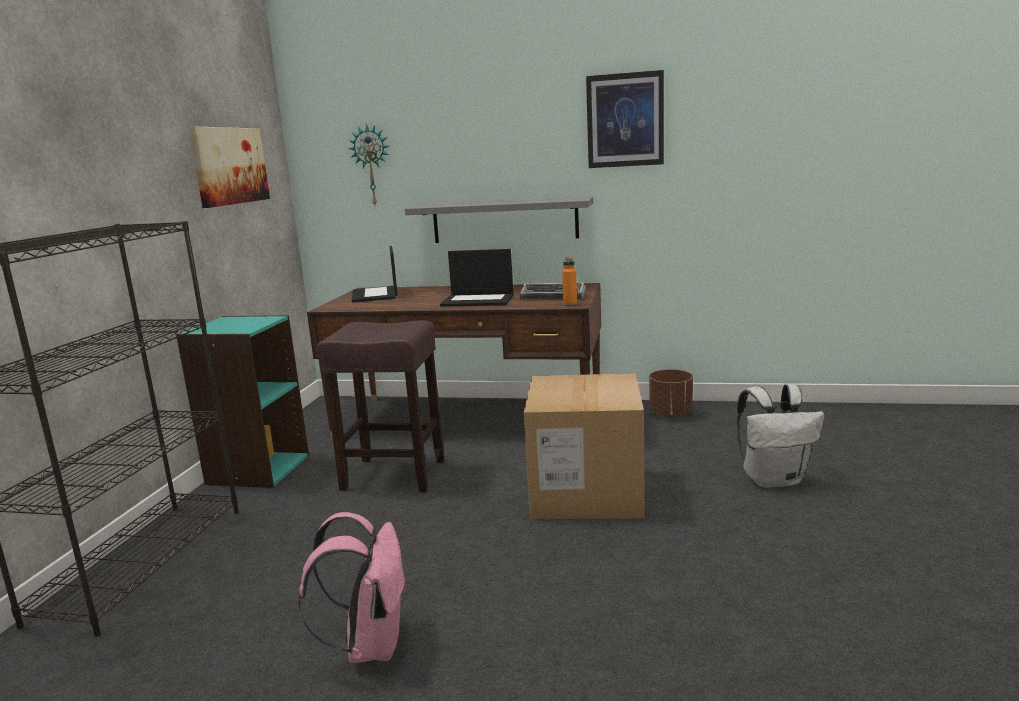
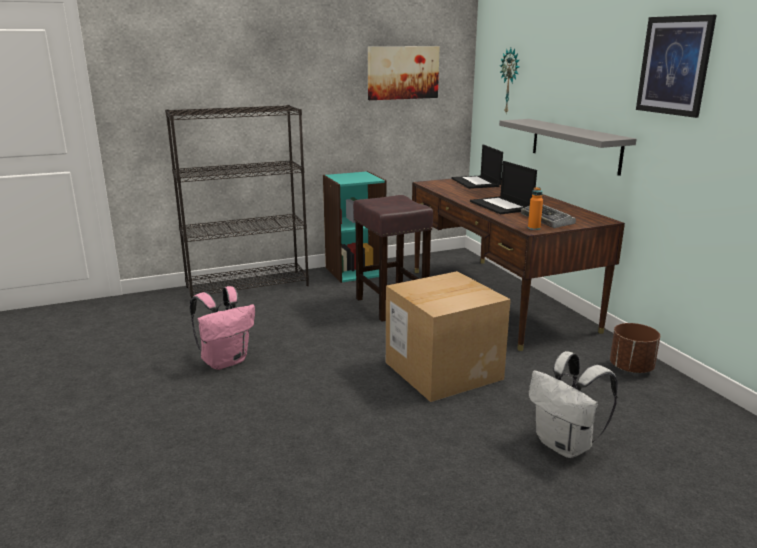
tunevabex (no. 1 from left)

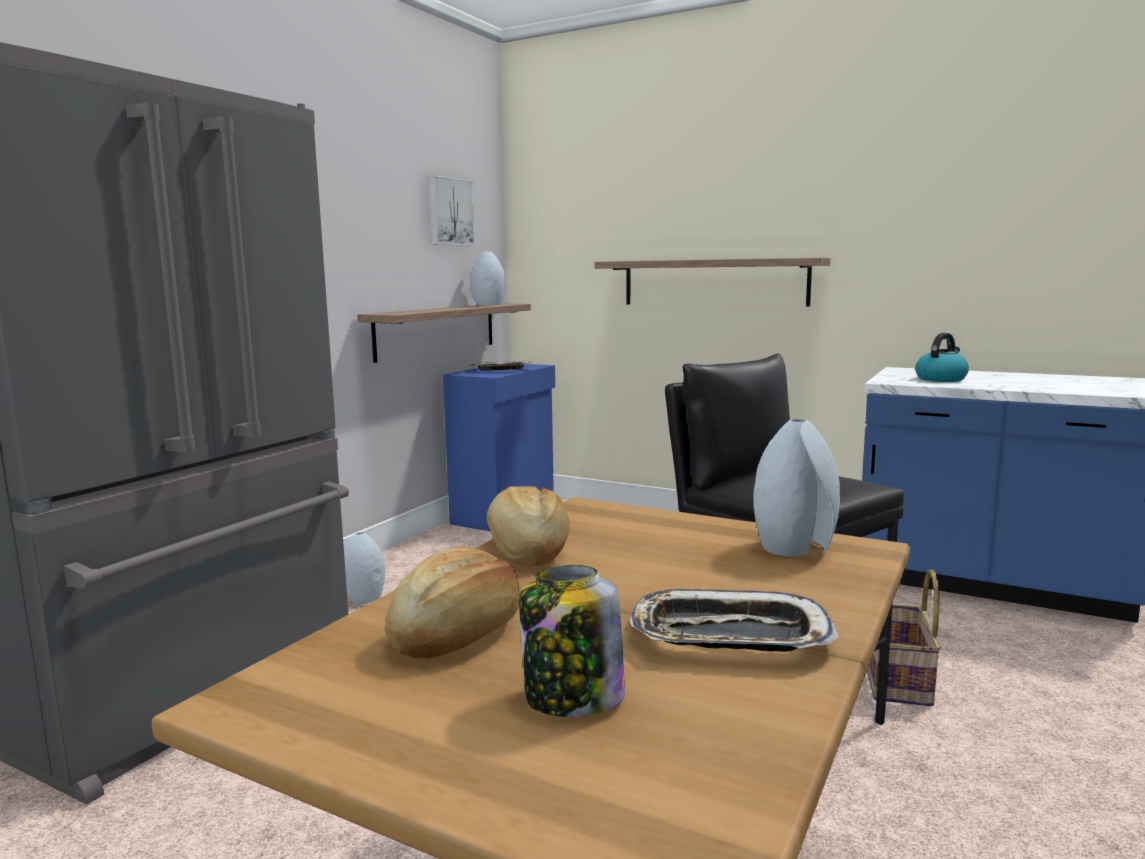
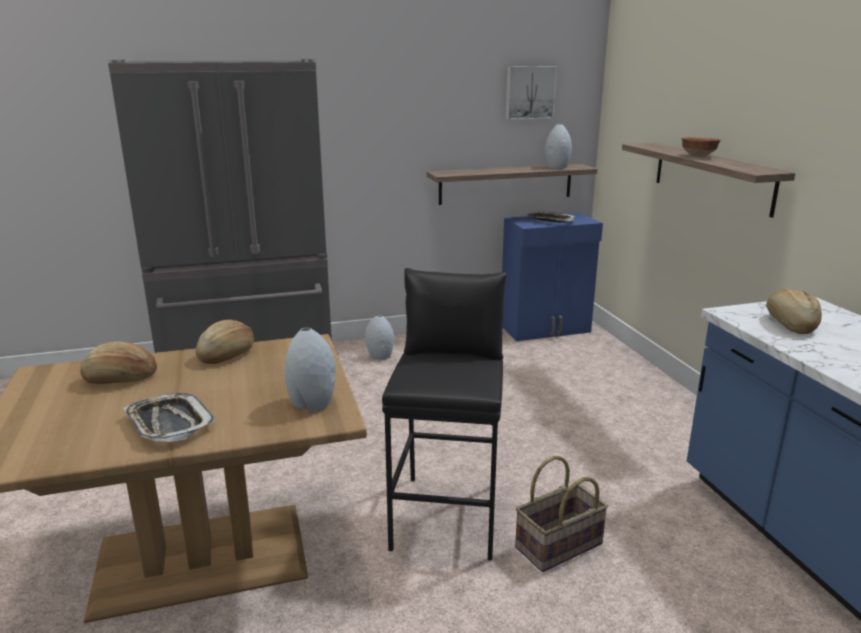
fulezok
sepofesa
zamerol (no. 3 from left)

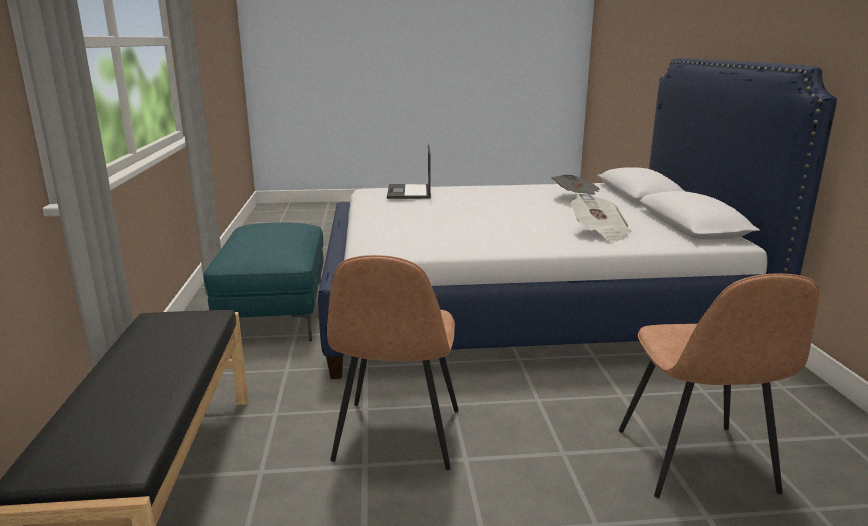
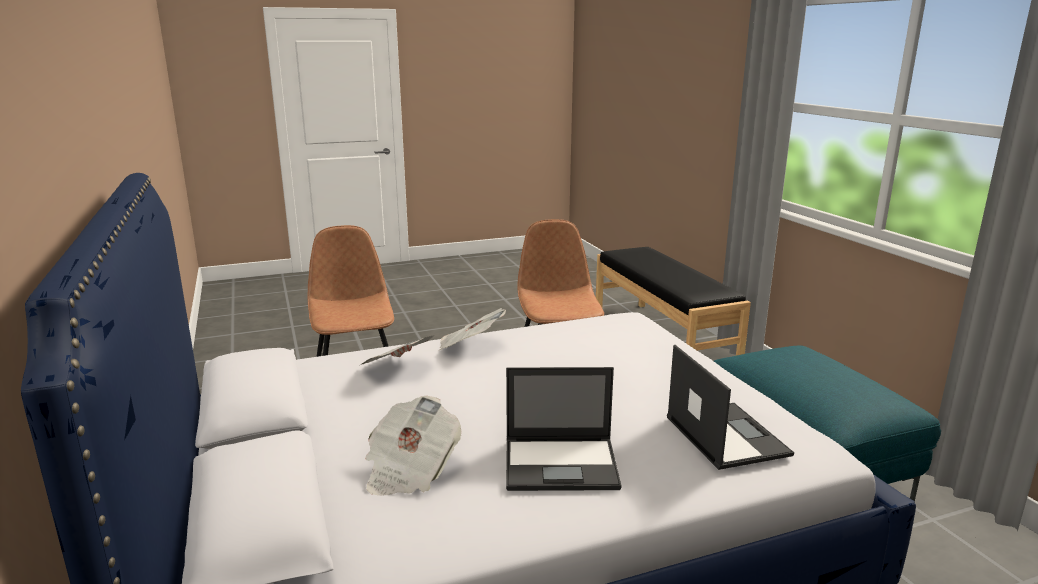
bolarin (no. 3 from left)
tunevabex (no. 1 from left)

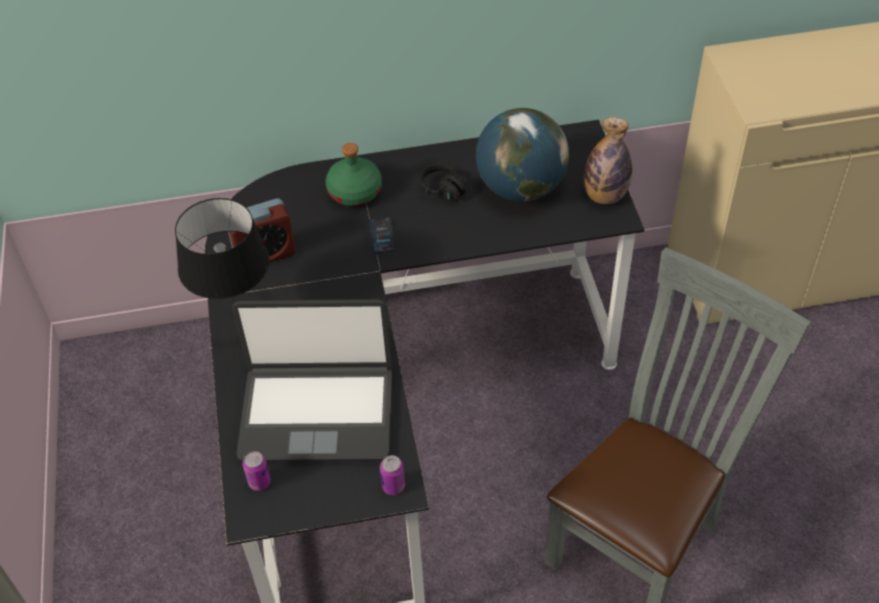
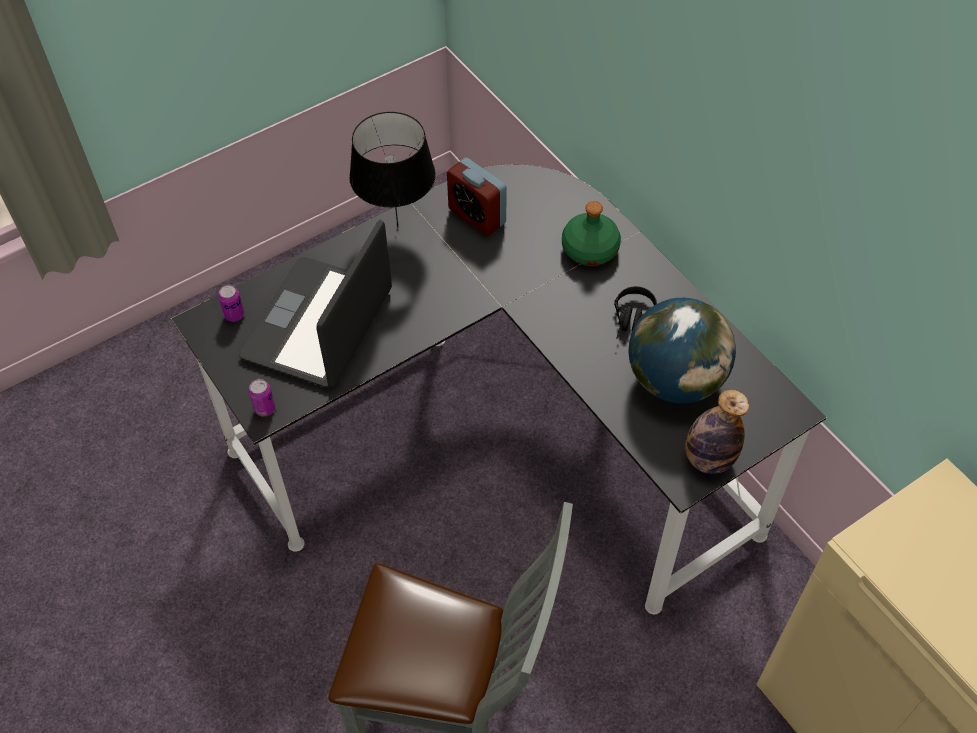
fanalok
tunevabex

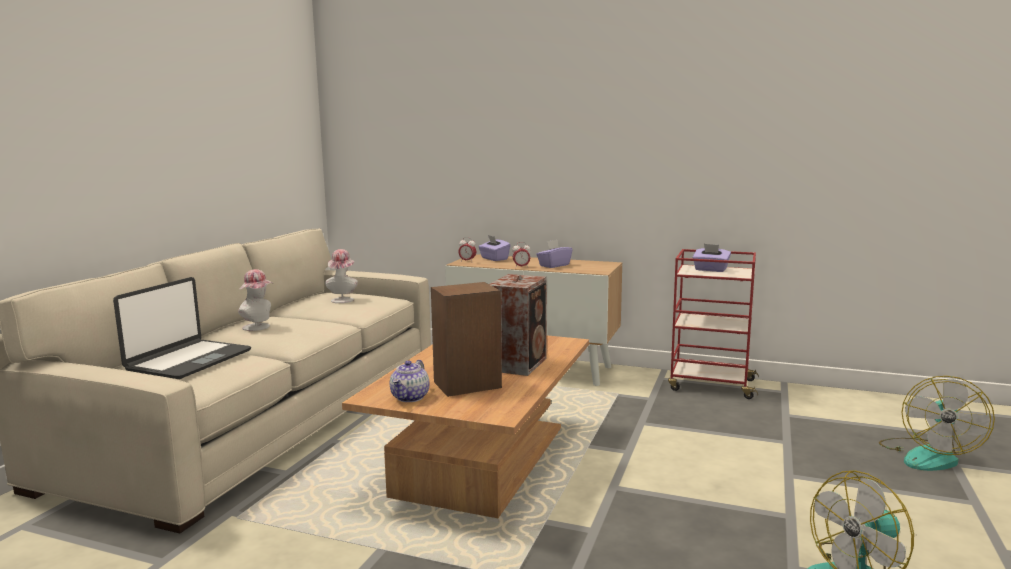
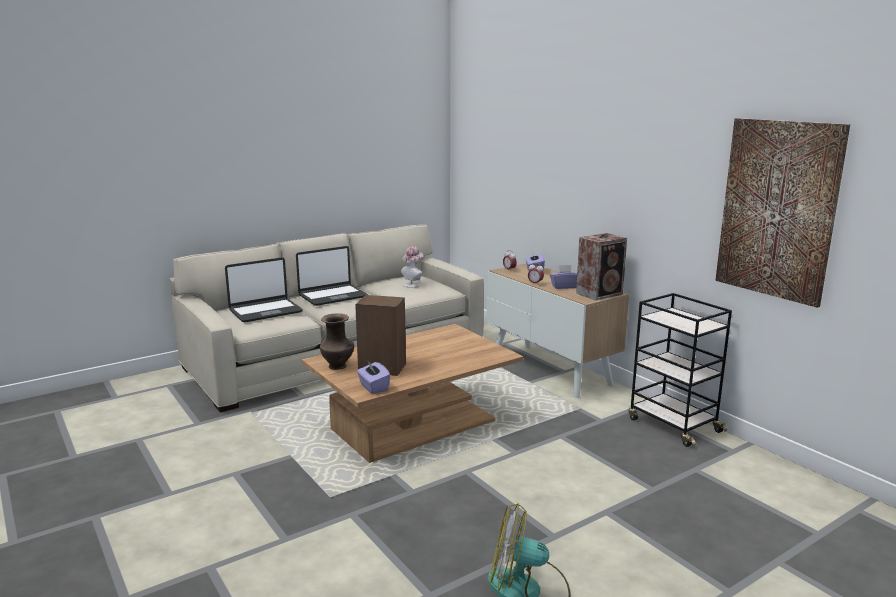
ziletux (no. 2 from left in the first image)
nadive
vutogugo (no. 2 from left)
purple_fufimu (no. 1 from left)
tunevabex (no. 2 from left)
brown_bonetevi
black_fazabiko

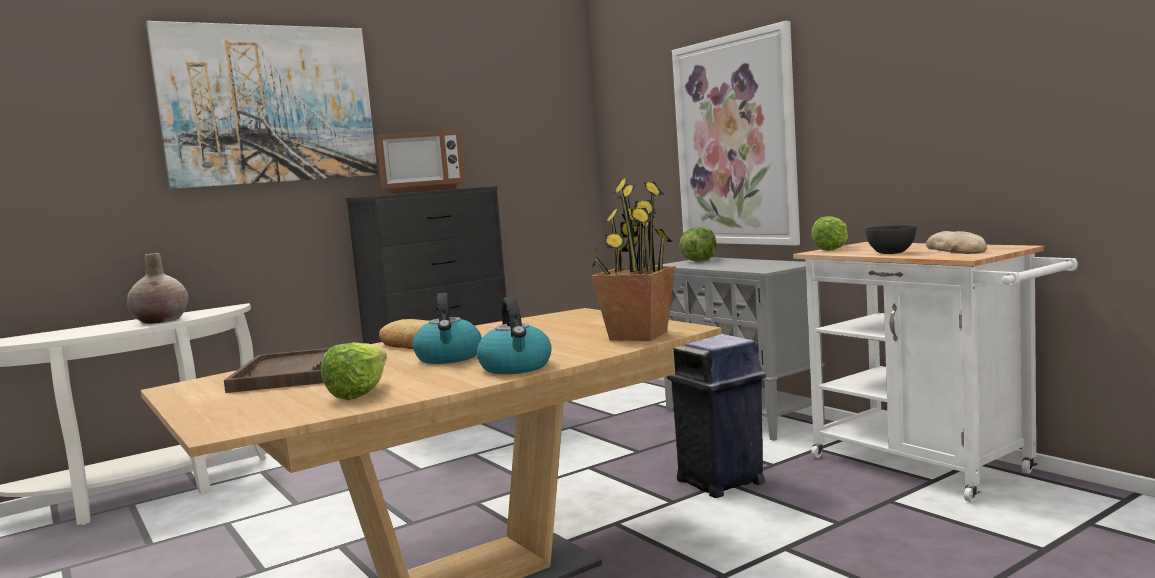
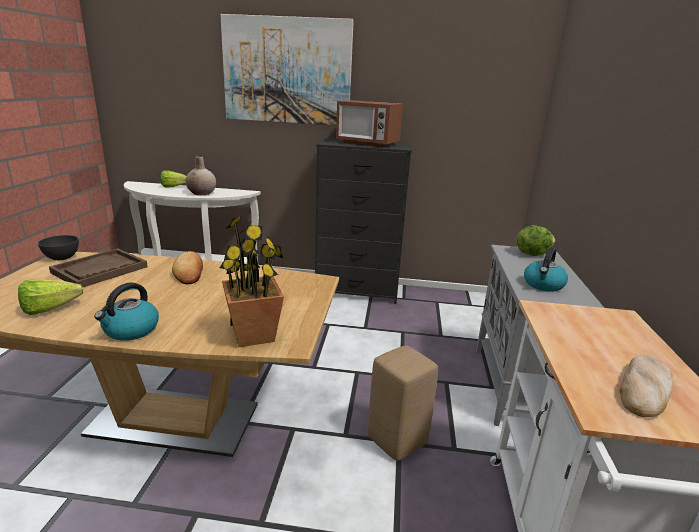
nadive (no. 2 from left in the first image)
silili (no. 2 from left)
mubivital (no. 2 from left)
grey_sepofesa
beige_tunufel

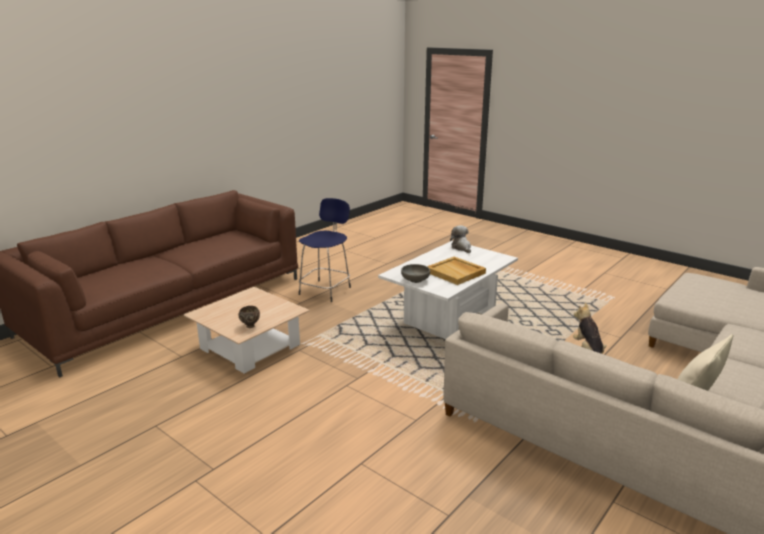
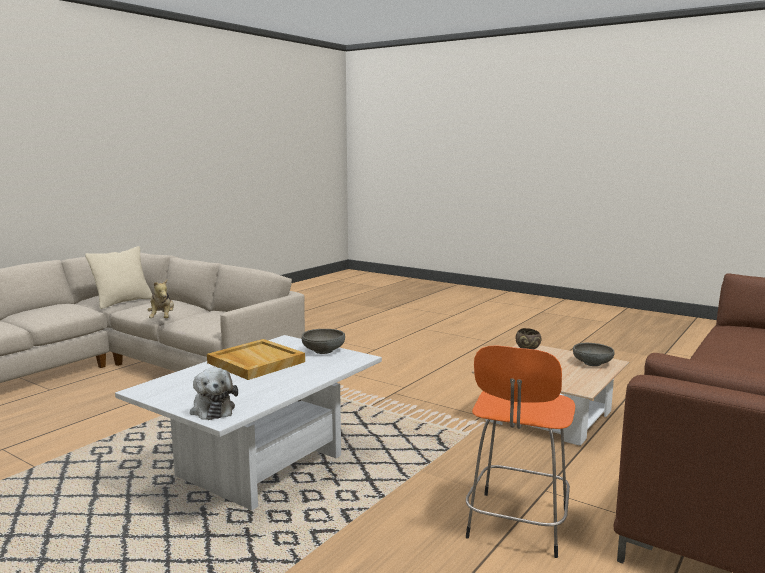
grey_sepofesa (no. 2 from left)
orange_tunufel

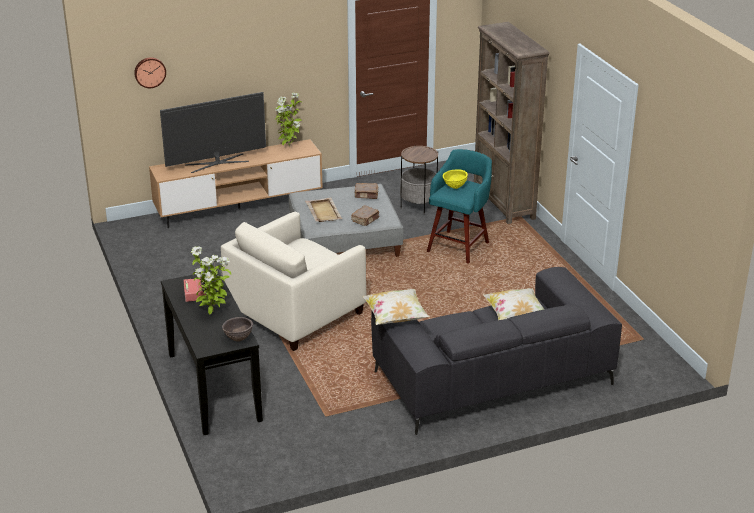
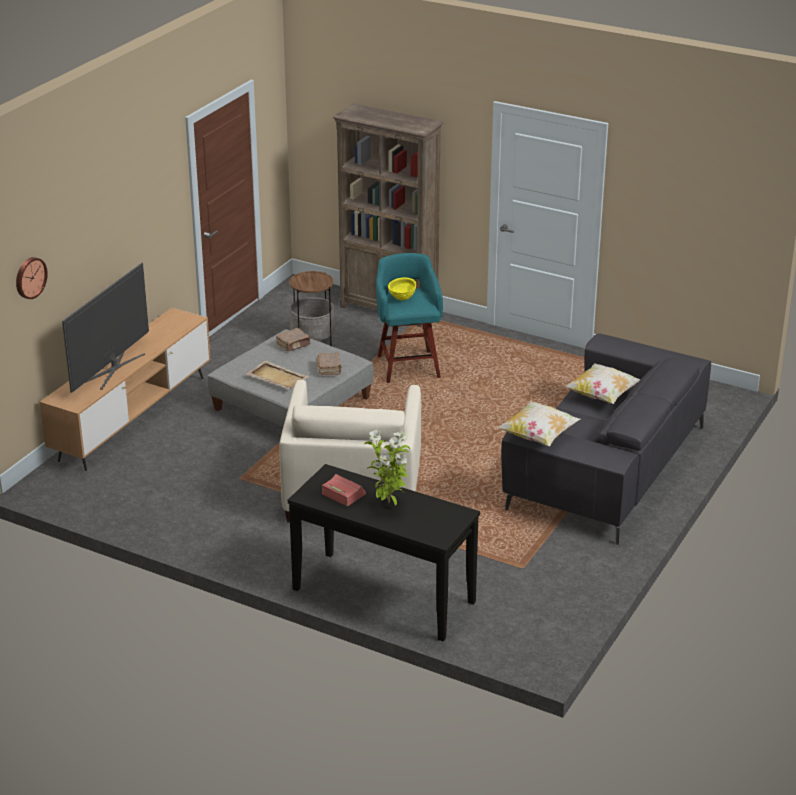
brown_sepofesa
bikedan (no. 2 from left in the first image)

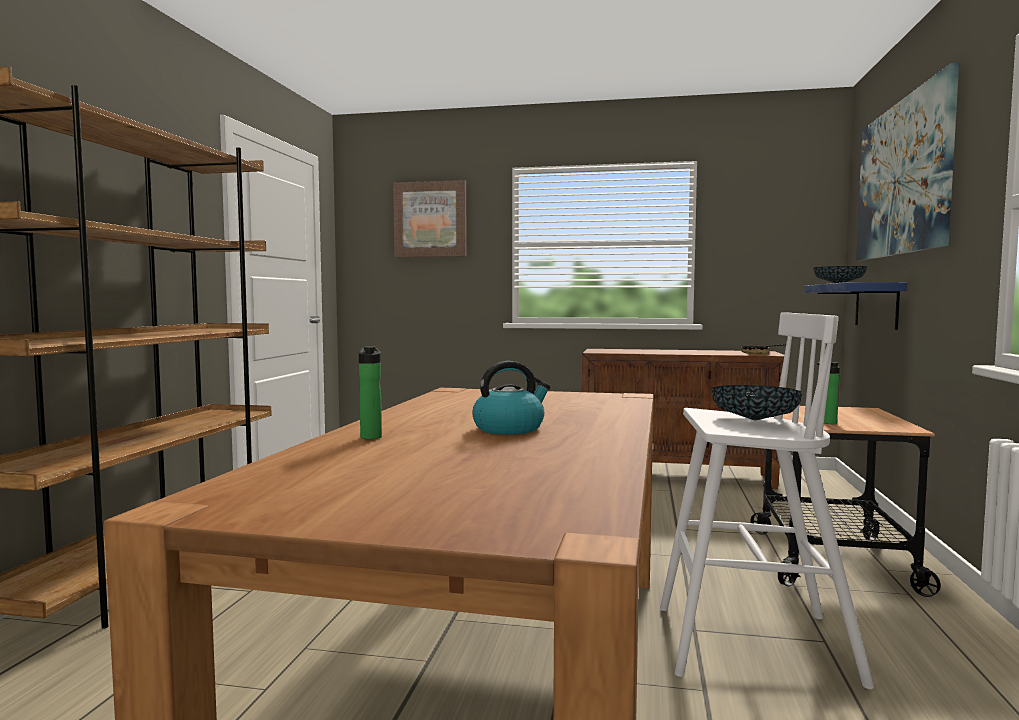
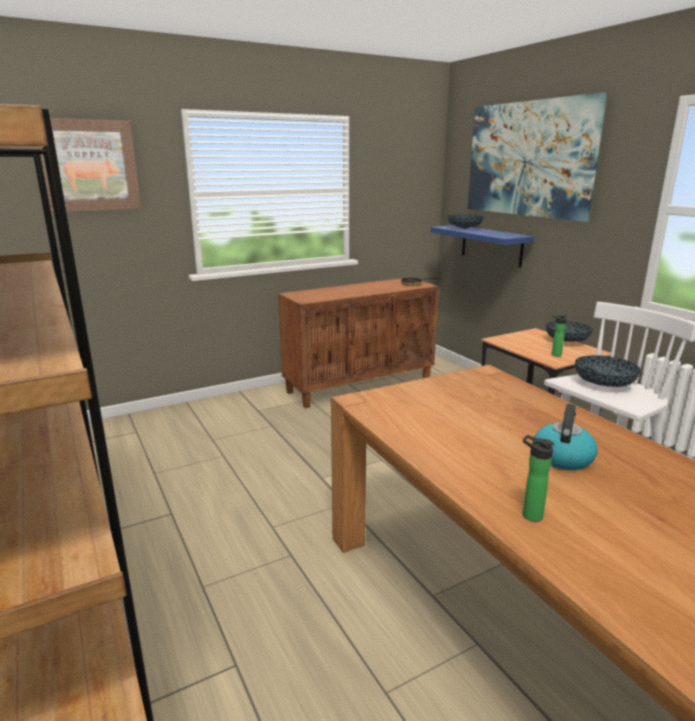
sepofesa (no. 2 from left)

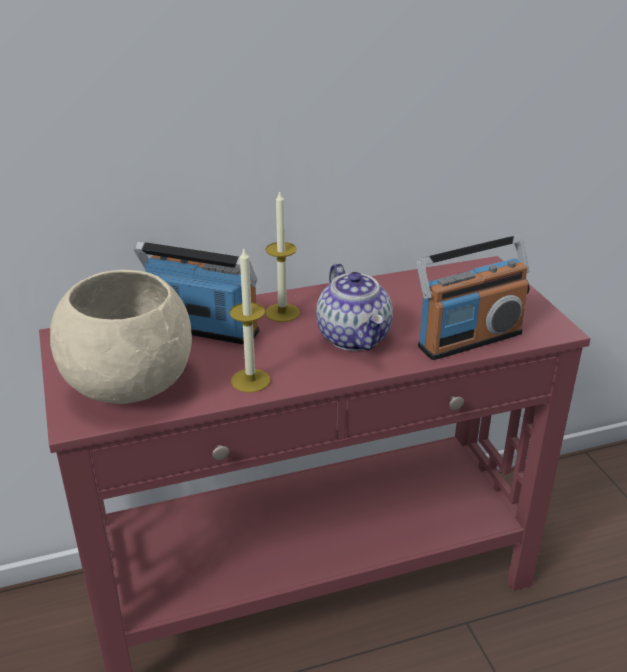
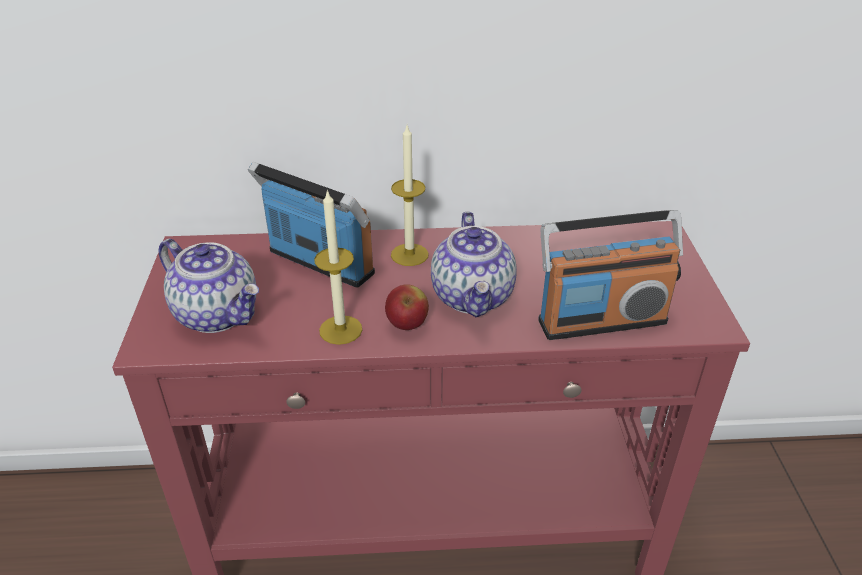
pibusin
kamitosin (no. 1 from left)

